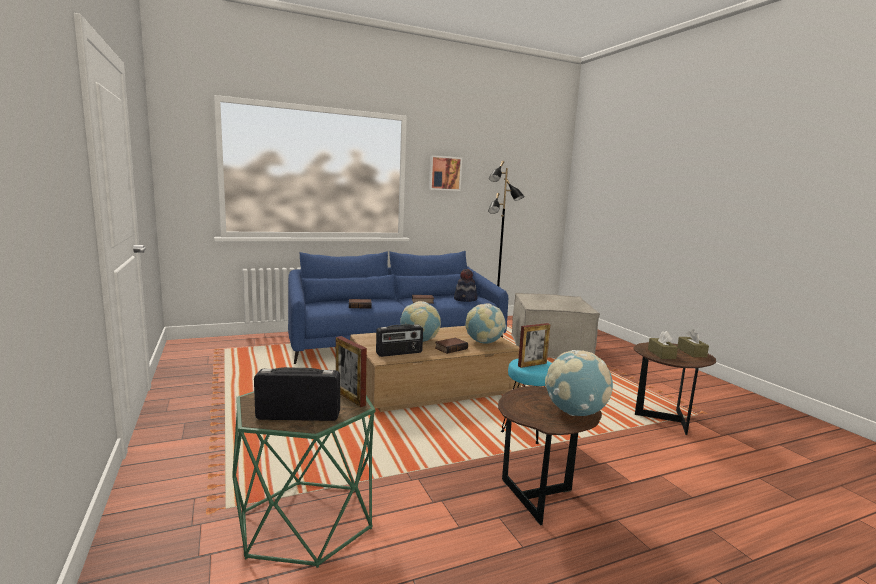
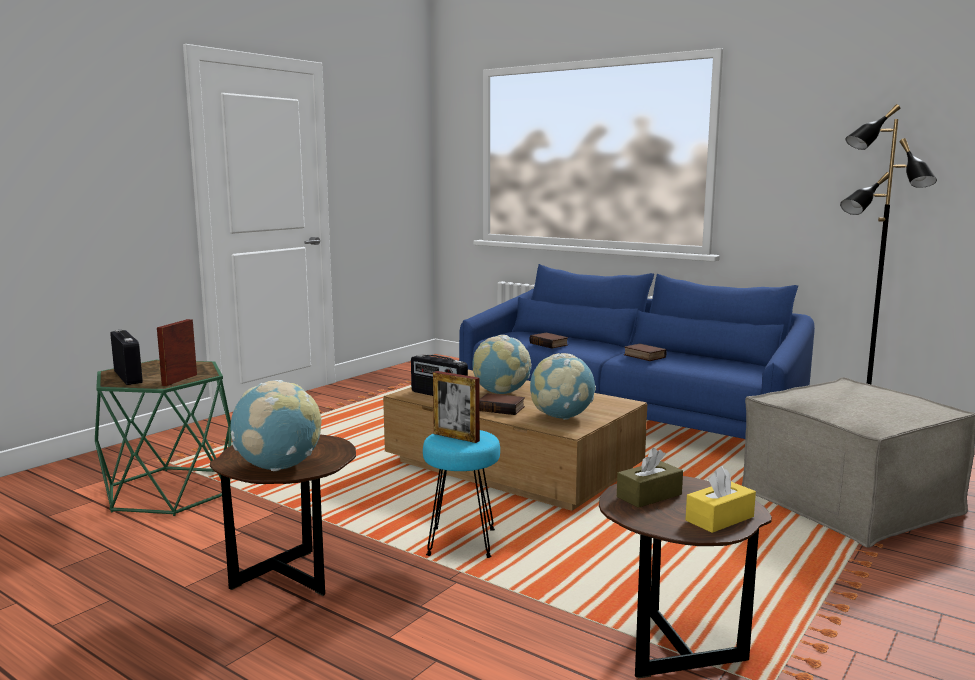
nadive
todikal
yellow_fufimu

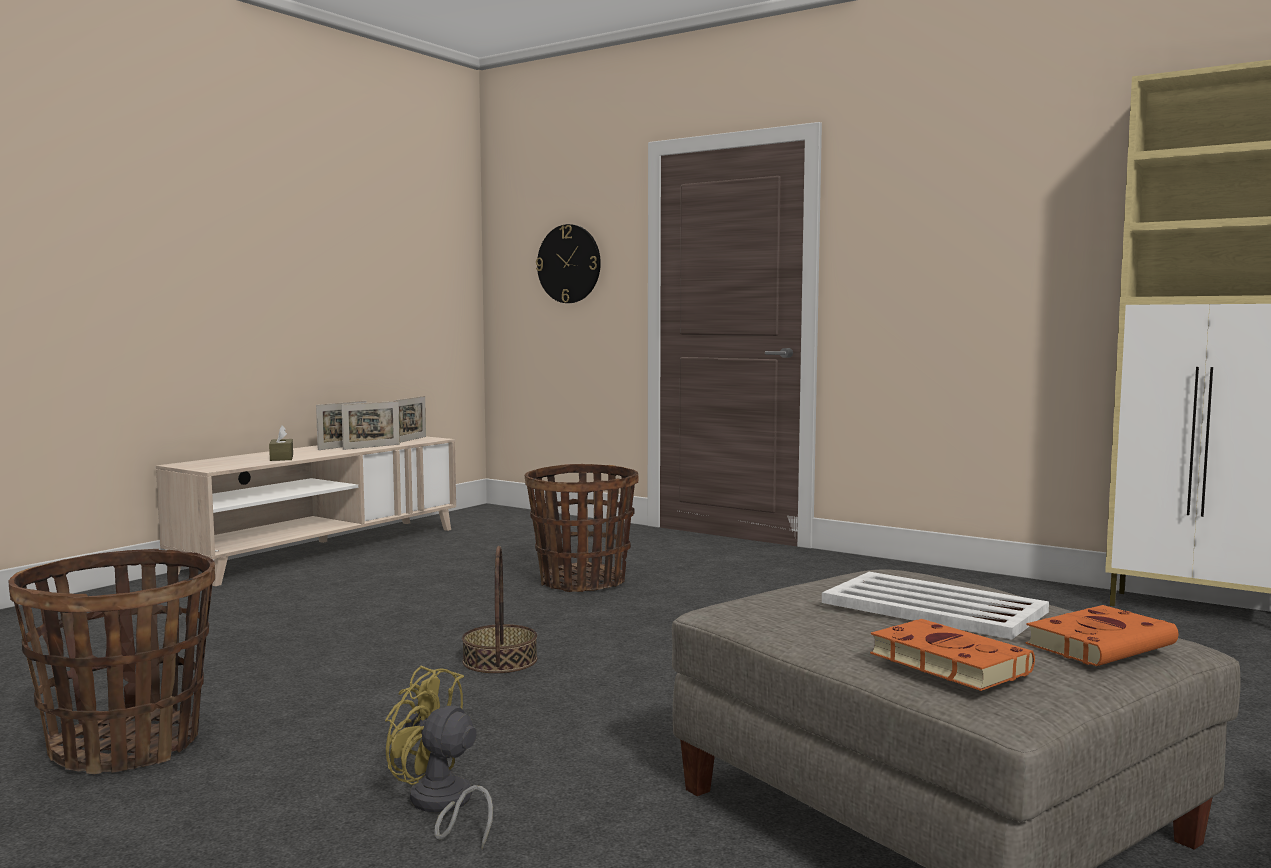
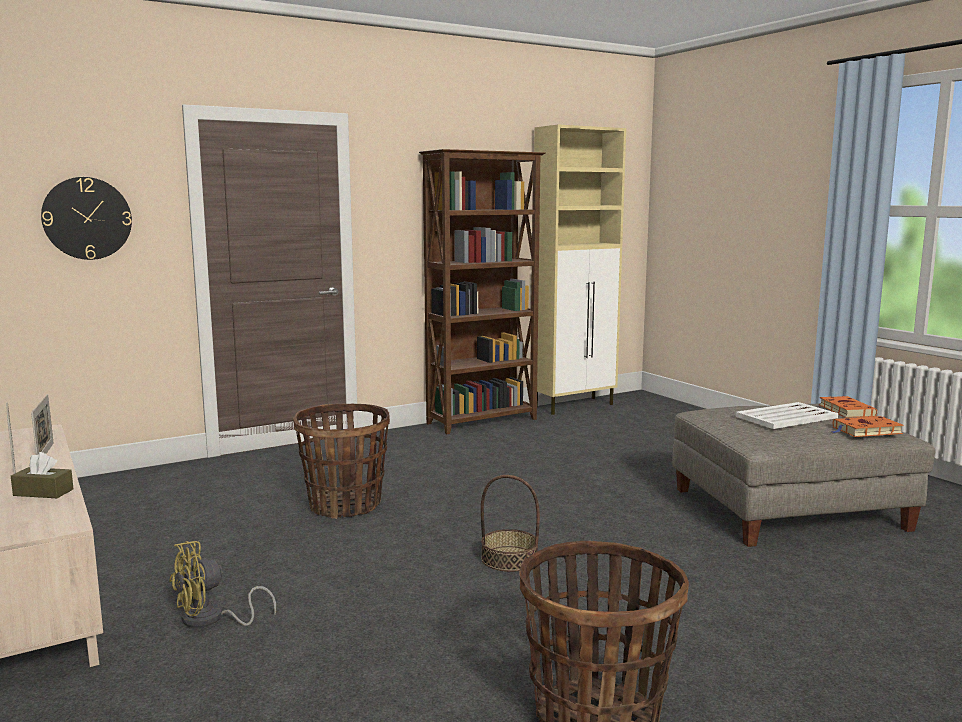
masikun (no. 3 from left in the first image)
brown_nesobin
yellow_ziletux

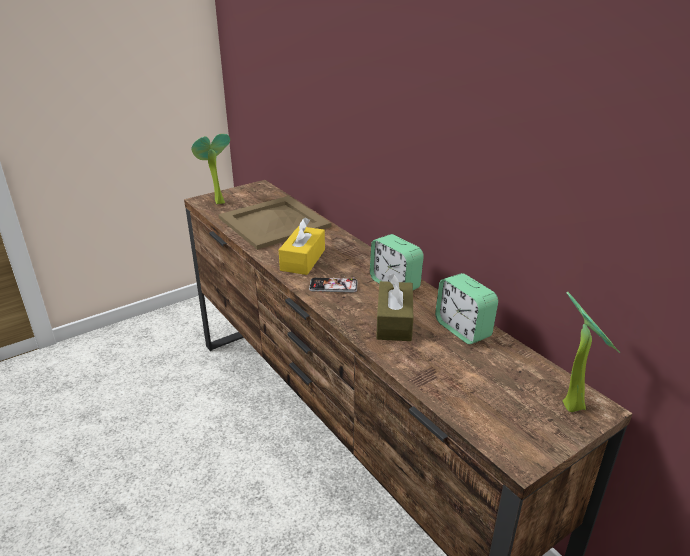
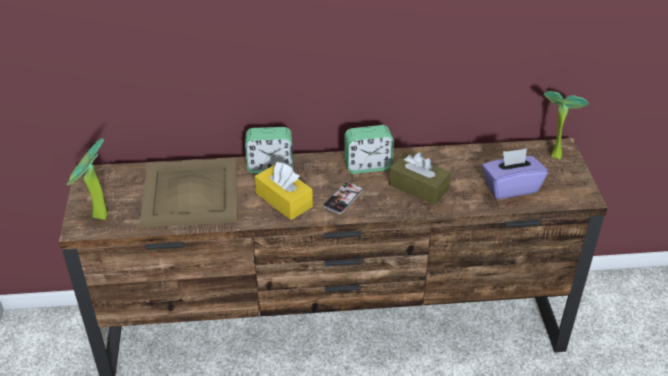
purple_fufimu
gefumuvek (no. 1 from left)

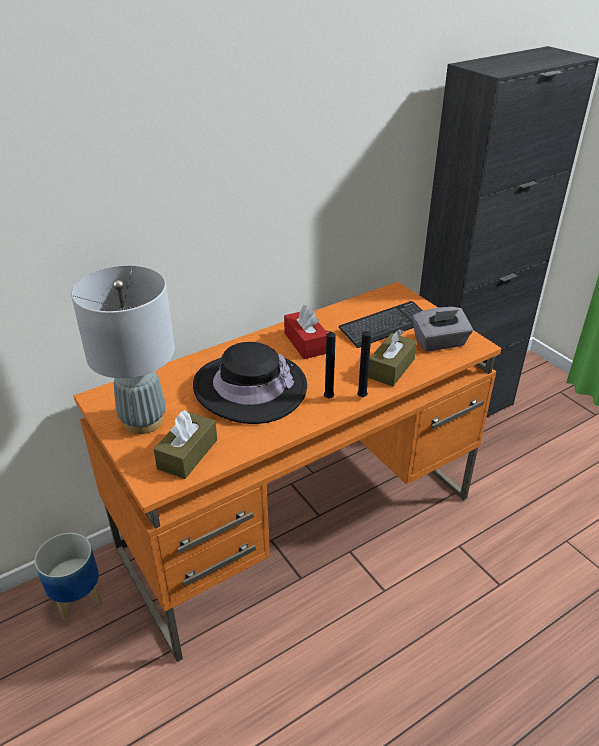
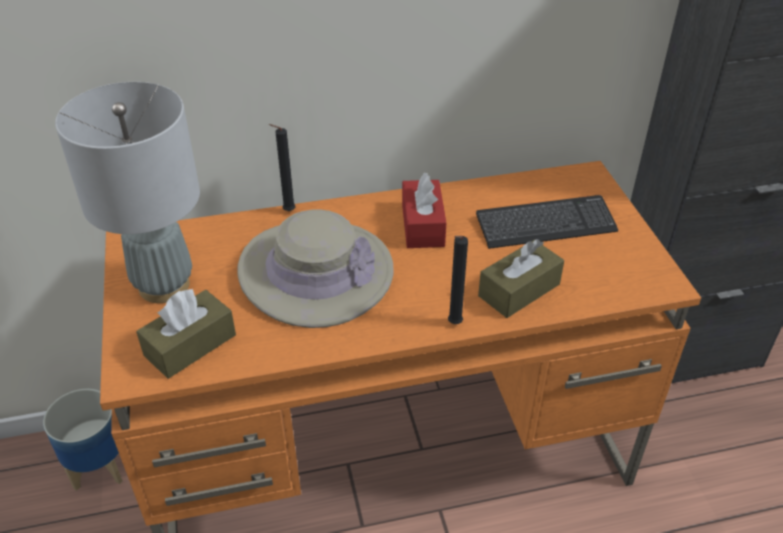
grey_fufimu
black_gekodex (no. 1 from left)
beige_todikal

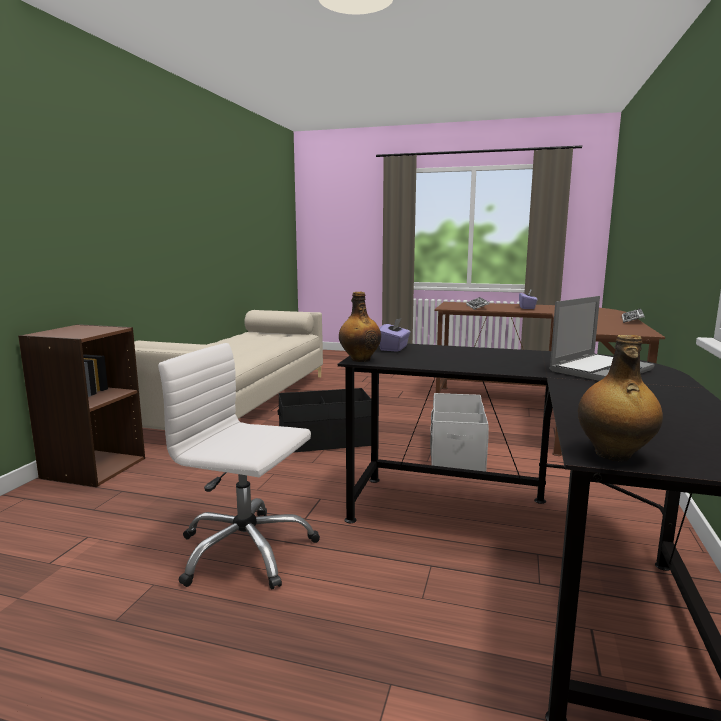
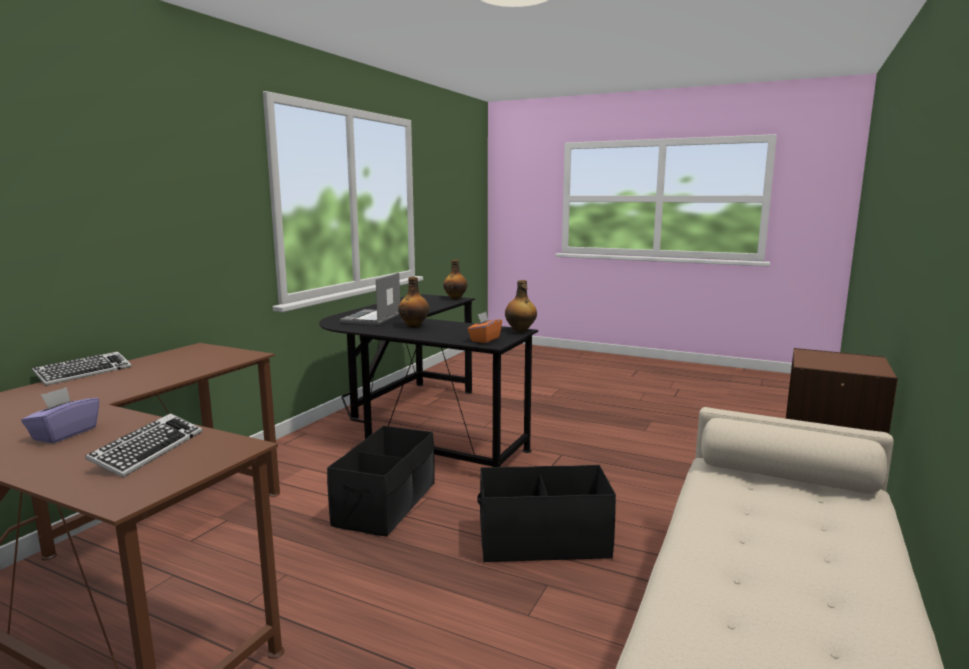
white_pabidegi
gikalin (no. 1 from left)
orange_fufimu
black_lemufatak (no. 1 from left)
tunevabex

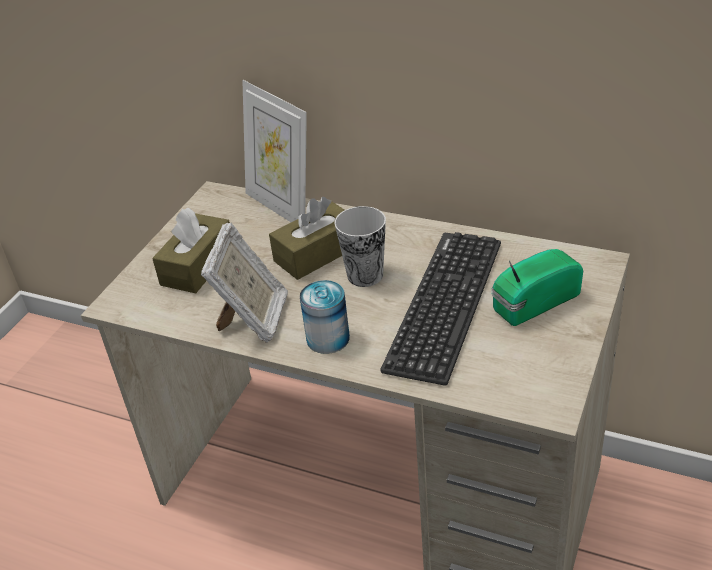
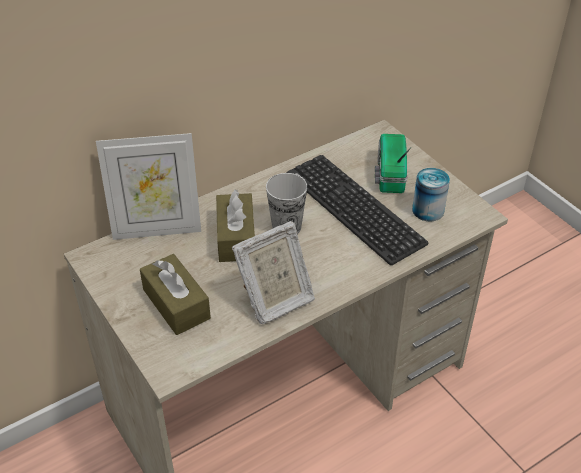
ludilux
masikun (no. 2 from left)

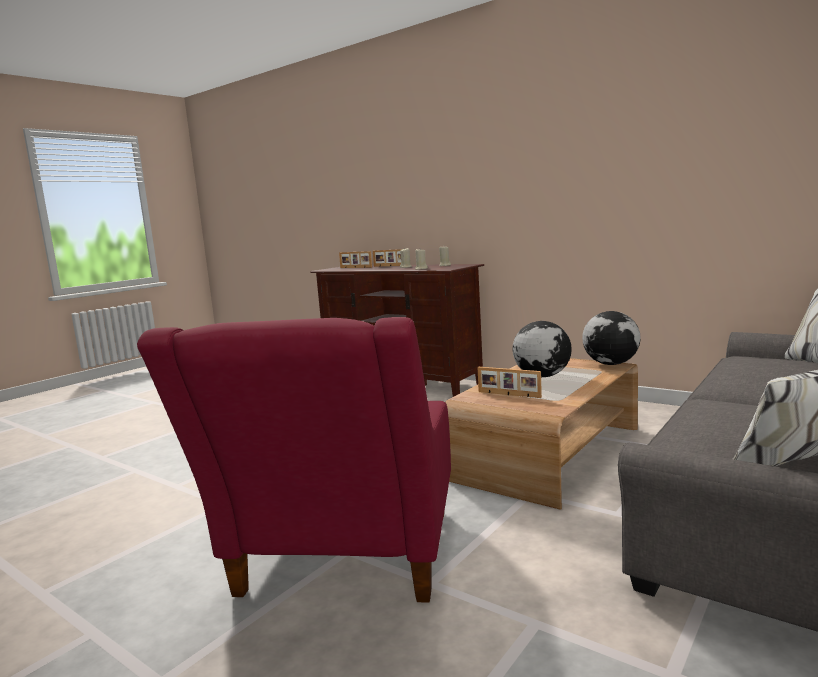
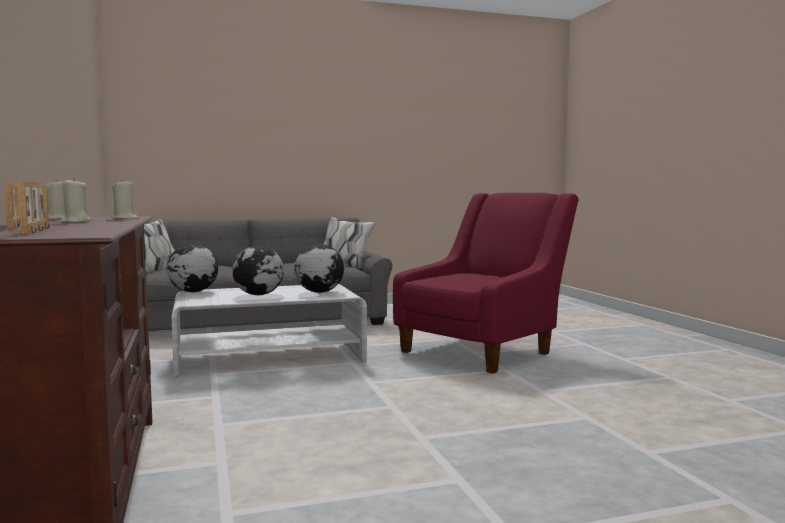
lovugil (no. 3 from left)
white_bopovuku

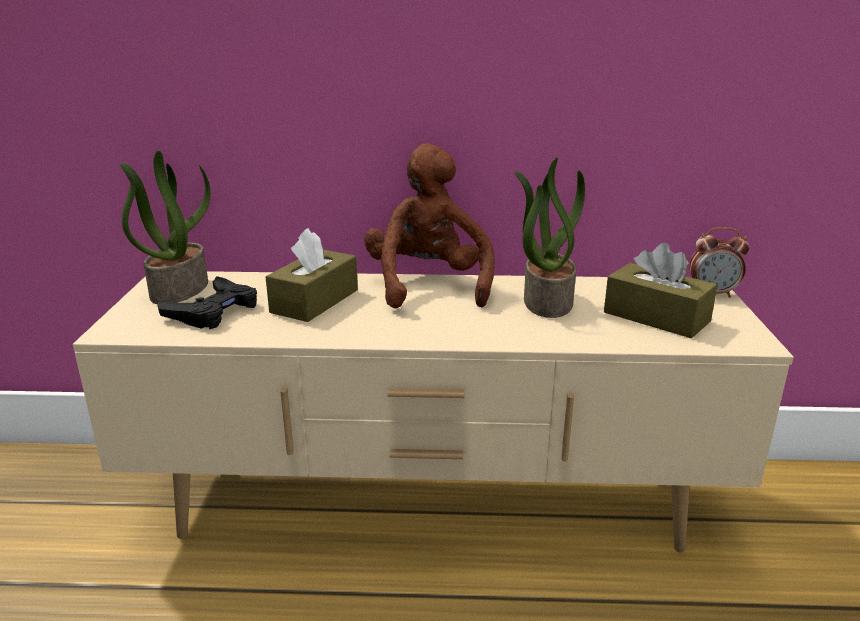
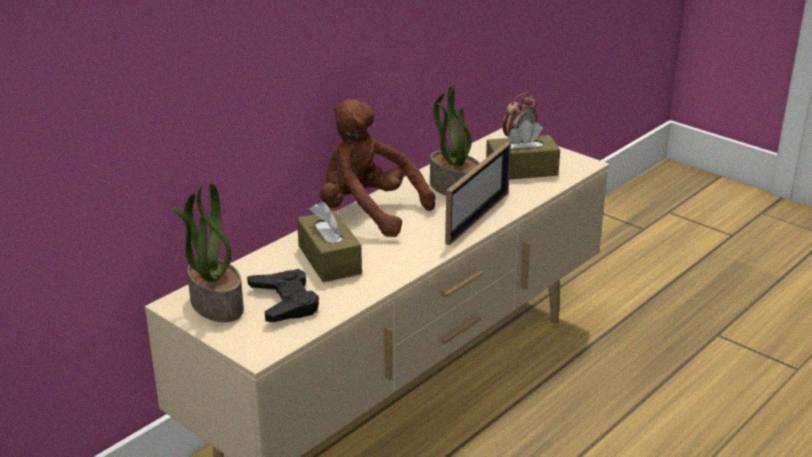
masikun

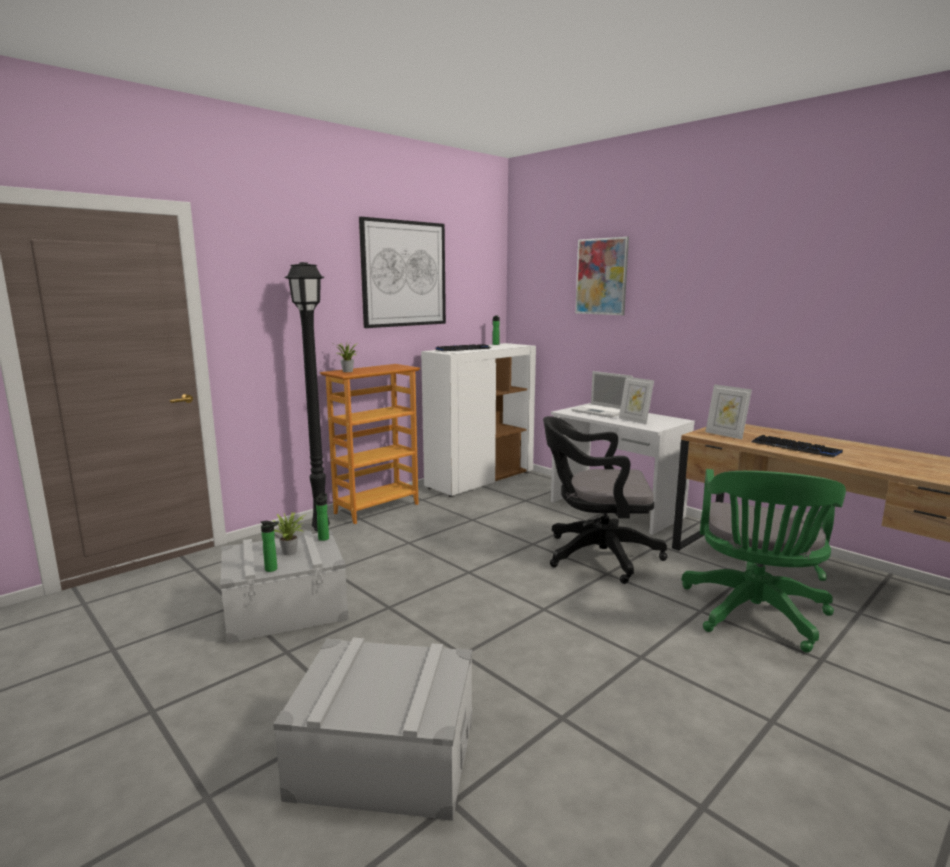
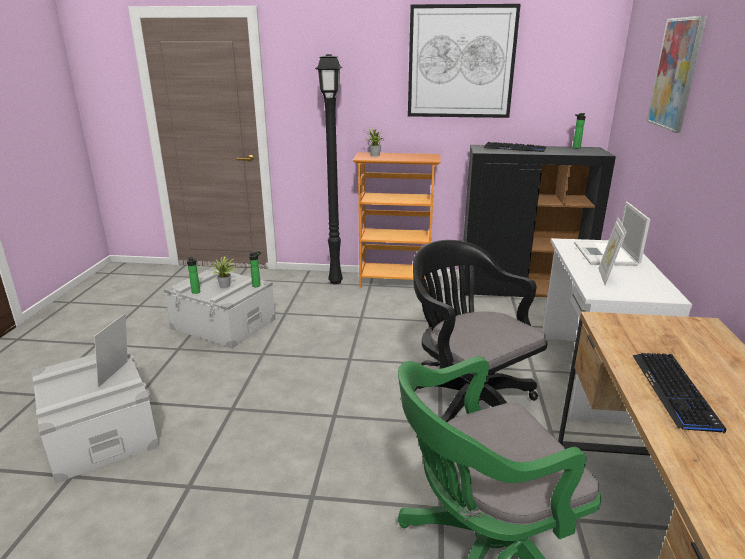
masikun (no. 1 from left)
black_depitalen

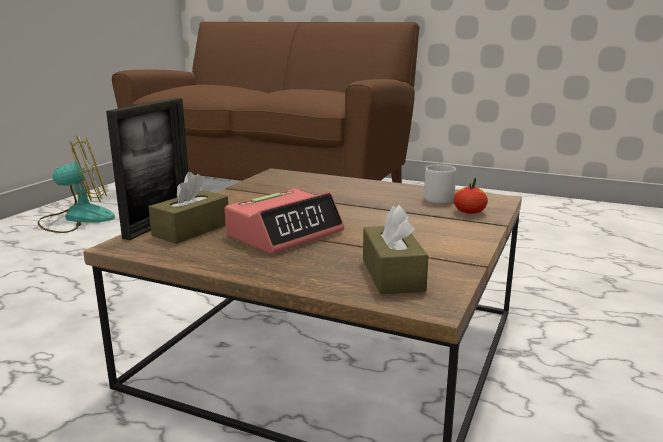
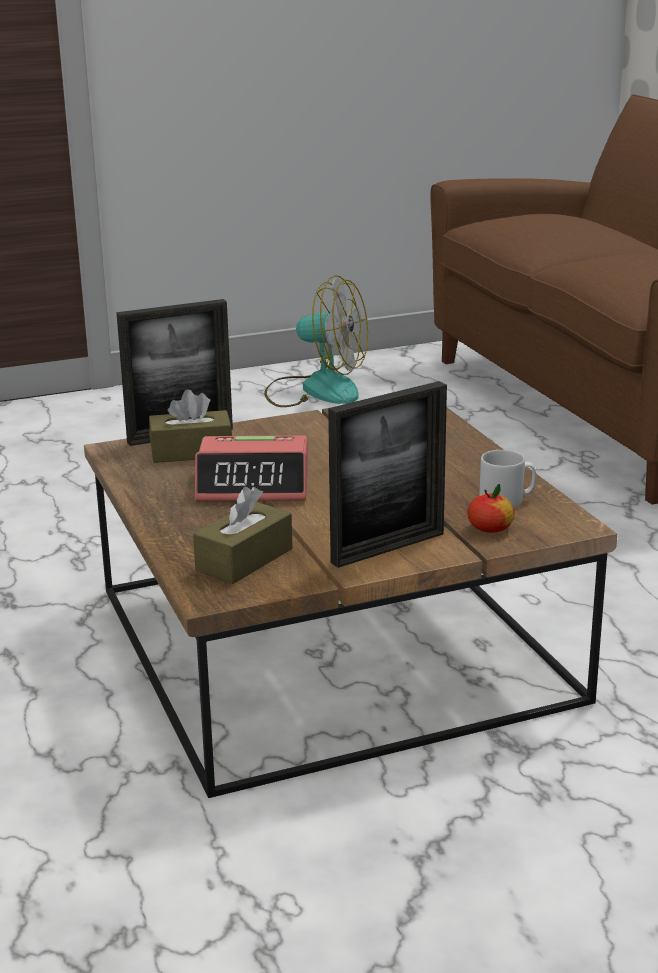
masikun (no. 2 from left)

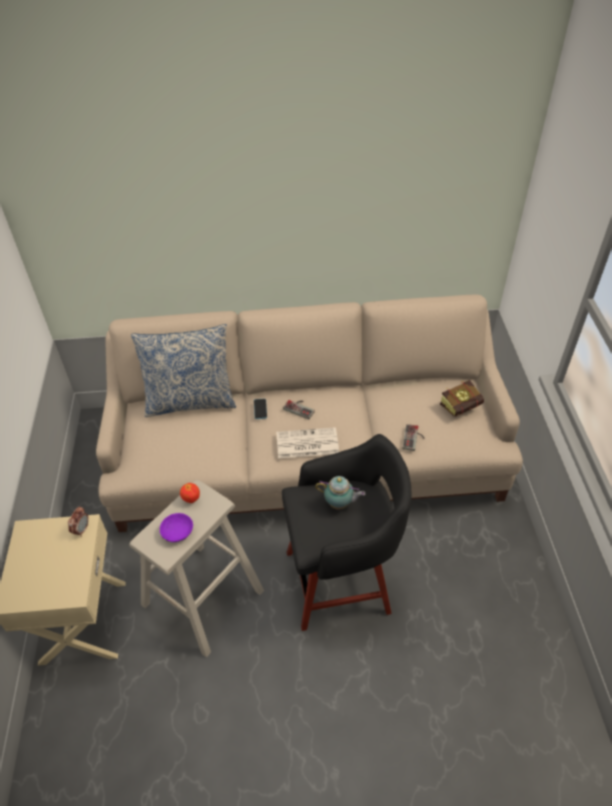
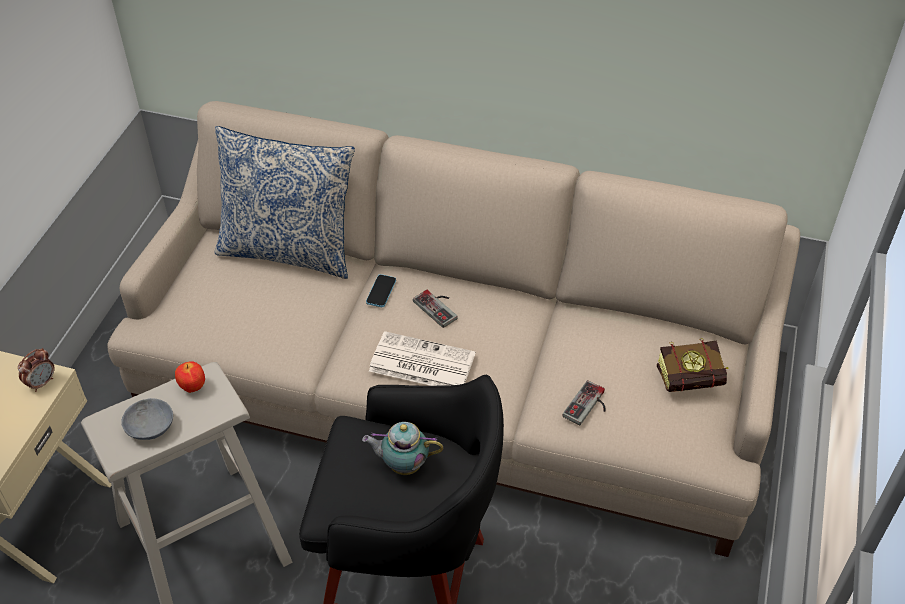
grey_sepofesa
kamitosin

